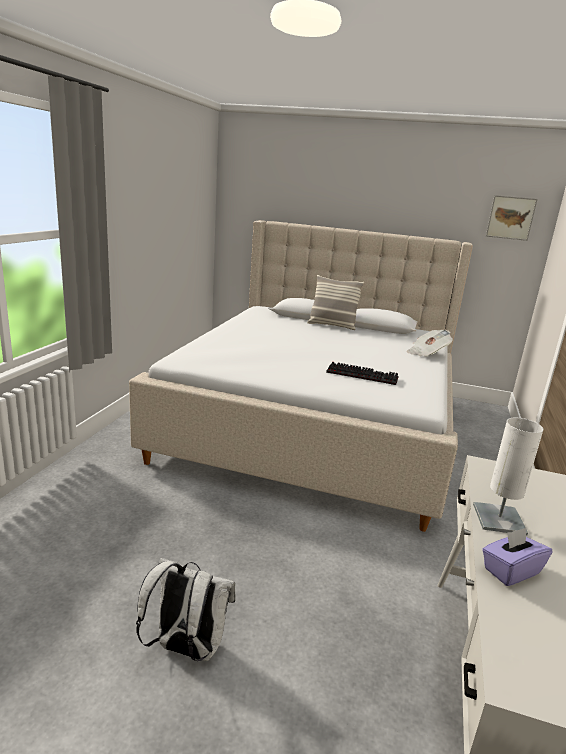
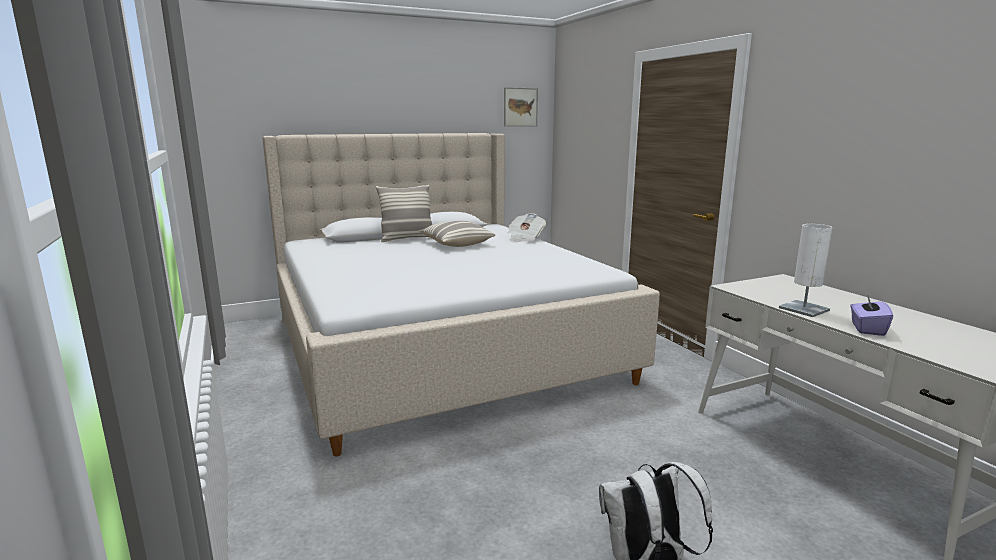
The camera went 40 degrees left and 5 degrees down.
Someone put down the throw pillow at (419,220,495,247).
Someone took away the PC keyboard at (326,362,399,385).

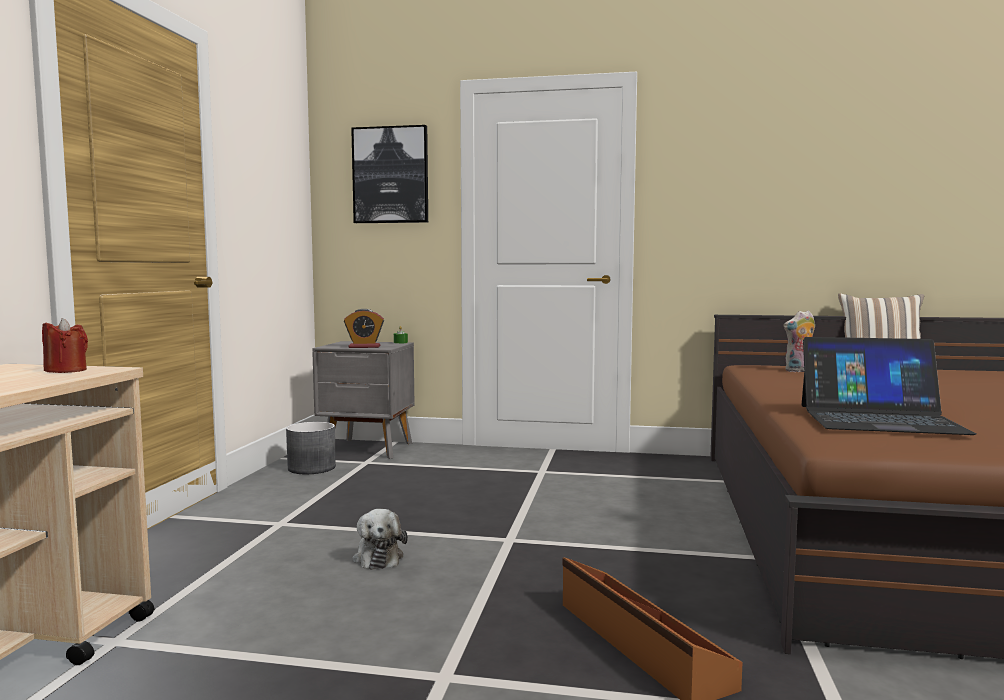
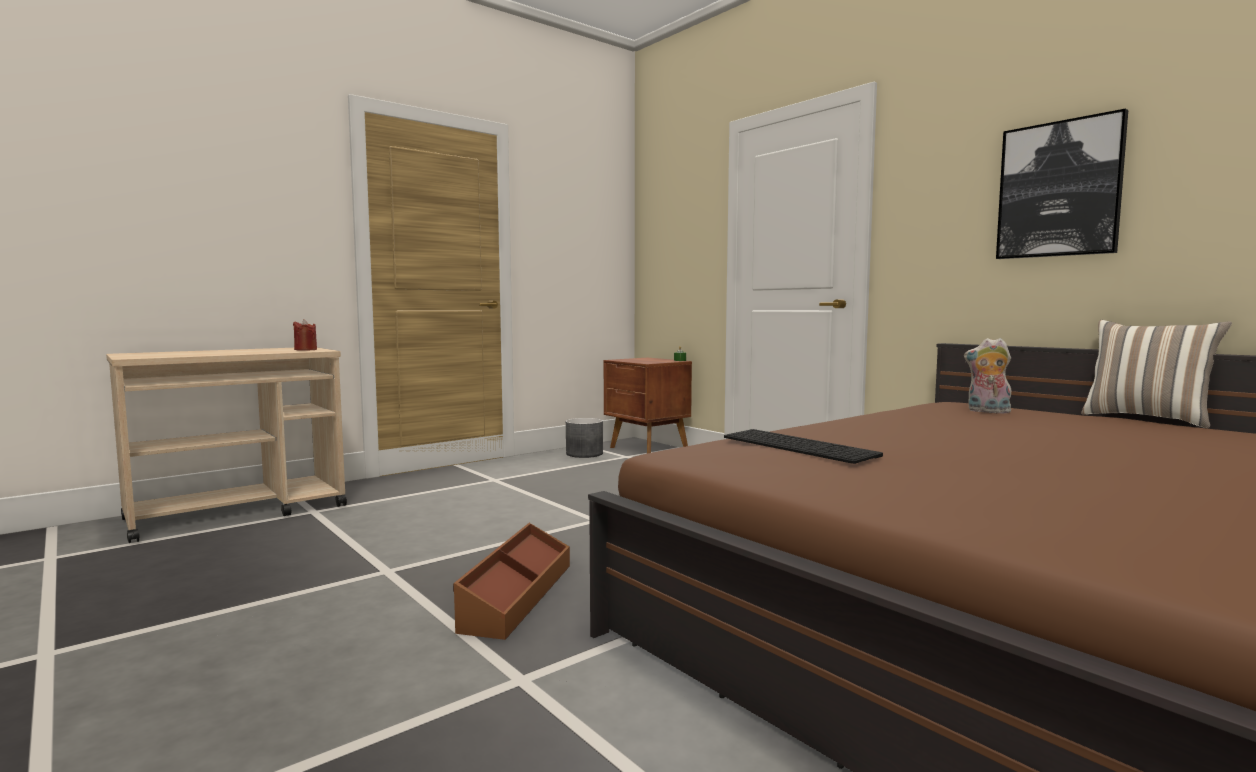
The camera went 40 degrees right and 0 degrees up.
Someone repainted the nightstand (greyish) at (312,341,415,459), which became the nightstand (brown-coloured) at (604,358,692,454).
Someone swapped the laptop at (802,337,977,435) for the PC keyboard at (724,429,883,464).
Someone carried the wall art from (351,125,428,223) to (996,109,1128,259).
Someone took away the table clock at (344,309,384,348).
Someone took away the cuddly toy at (352,509,408,570).

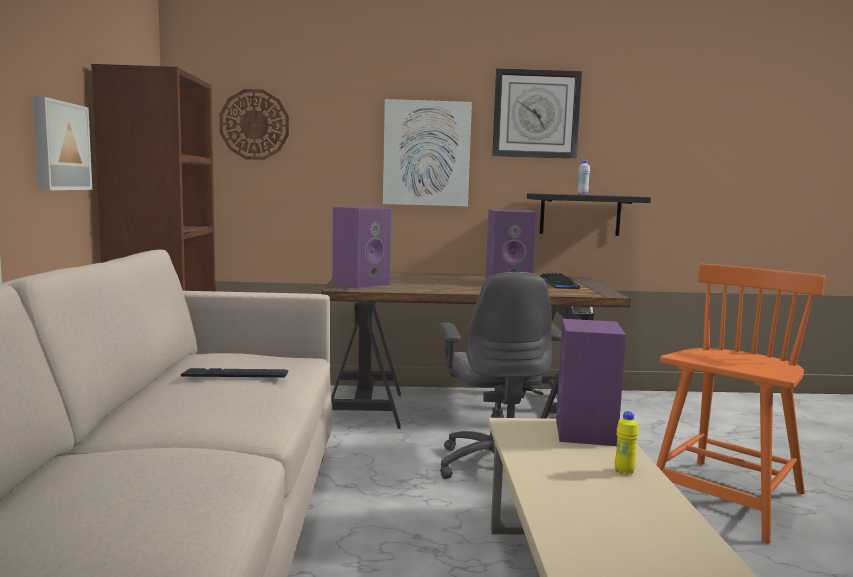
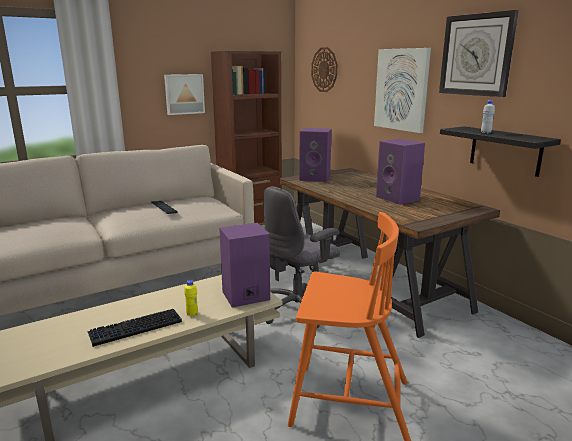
The camera went 60 degrees right and 10 degrees up.
Someone carried the PC keyboard from (539,273,580,289) to (87,309,182,347).

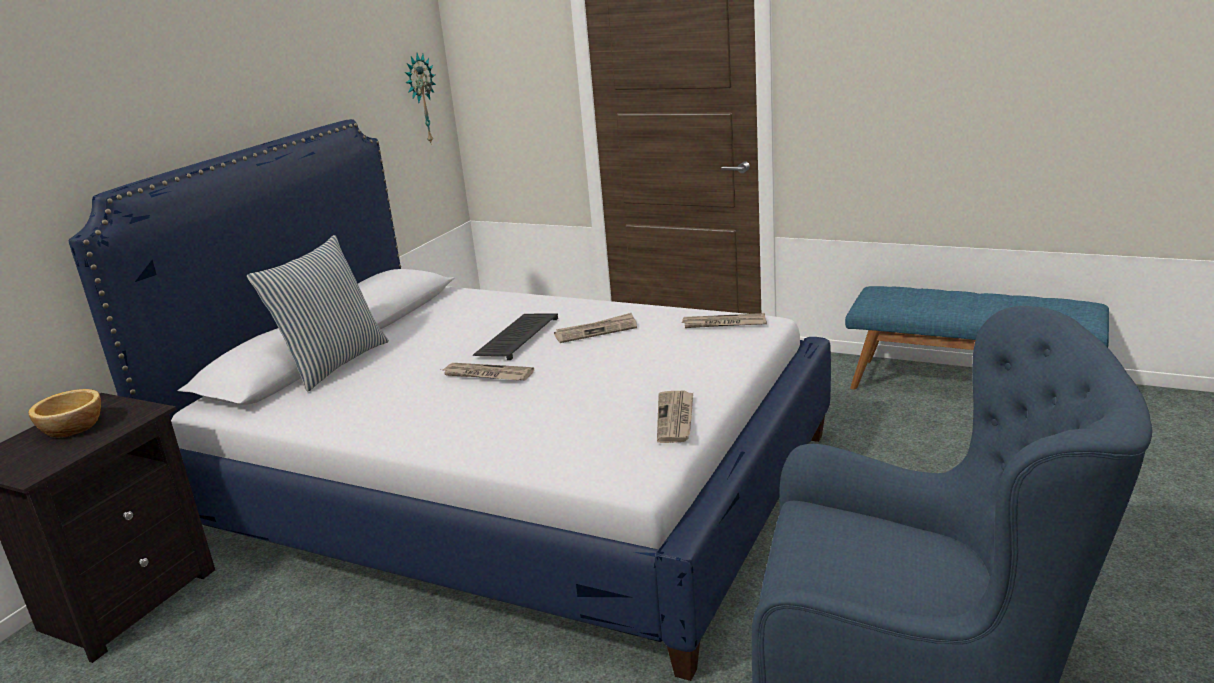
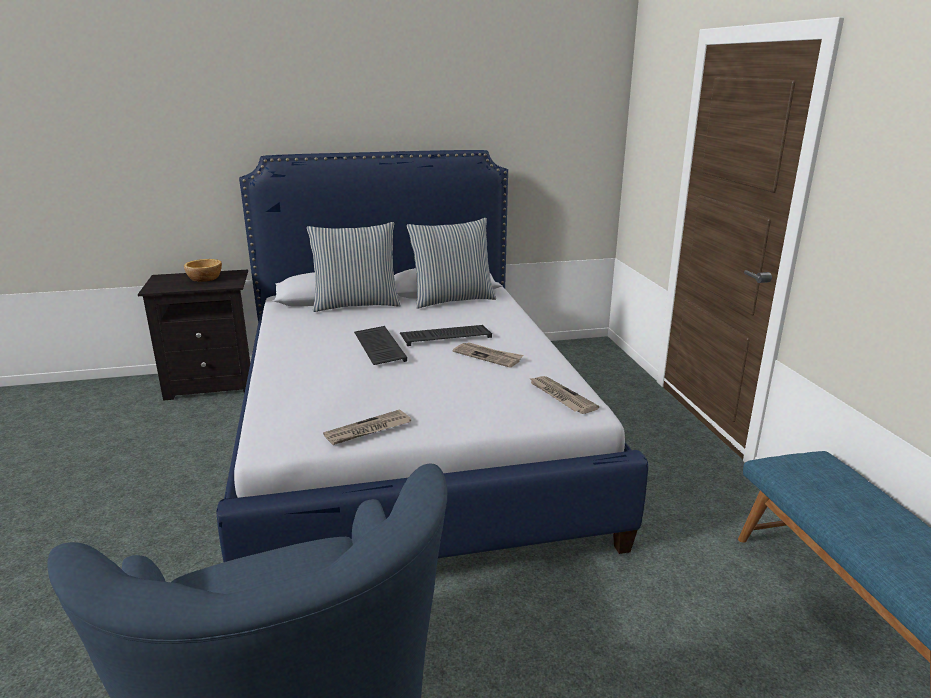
The camera went 50 degrees right and 0 degrees up.
Someone swapped the newspaper at (443,363,534,380) for the PC keyboard at (354,326,407,365).
Someone put down the throw pillow at (407,218,496,309).
Someone took away the clock on the wall at (405,53,436,145).

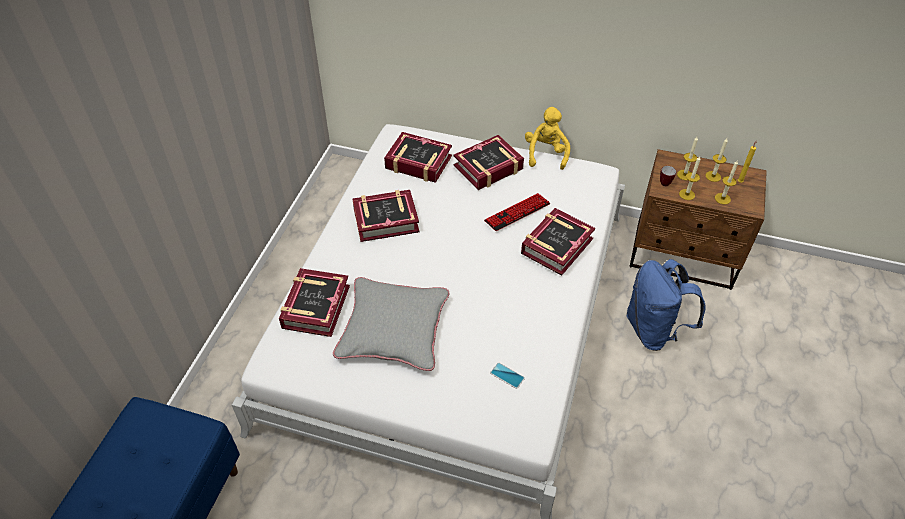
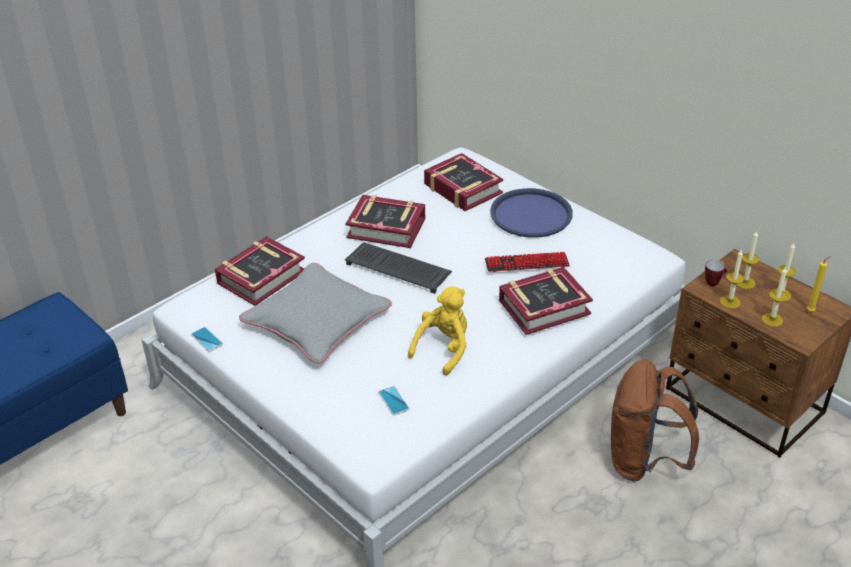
The camera went 30 degrees right and 10 degrees down.
Someone put down the phone at (191,327,223,352).
Someone put down the PC keyboard at (345,242,452,294).
Someone carried the cuddly toy (yellow) from (525,107,570,170) to (408,286,467,376).
Someone swapped the bound book at (453,135,524,190) for the tray (blue) at (490,188,573,238).
Someone repainted the rucksack (blue) at (626,259,706,351), which became the rucksack (brown-coloured) at (611,359,699,481).

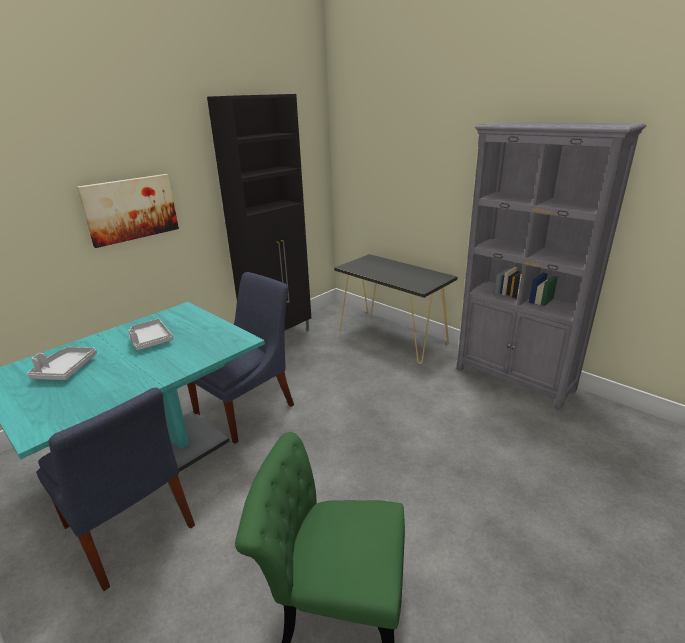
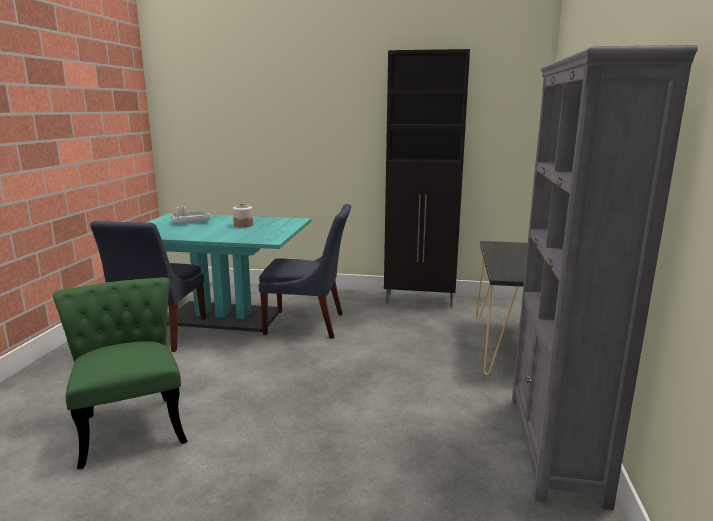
The camera went 55 degrees right and 10 degrees down.
Someone swapped the tray (greyish) at (128,319,173,350) for the jar at (233,204,253,227).
Someone took away the wall art at (77,174,179,248).

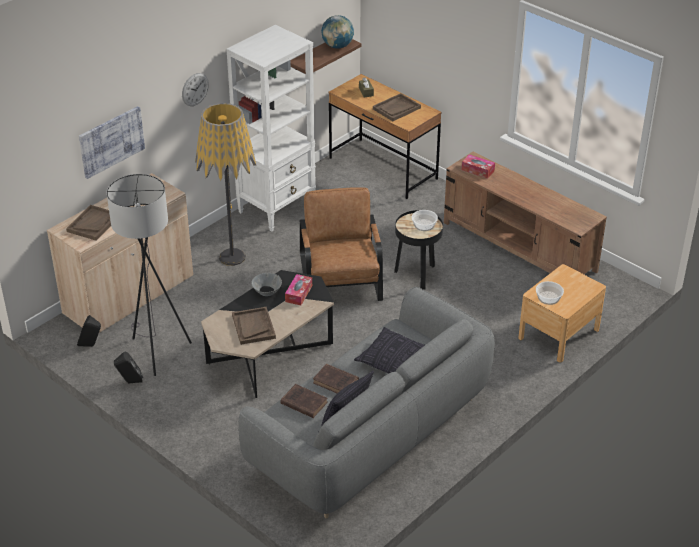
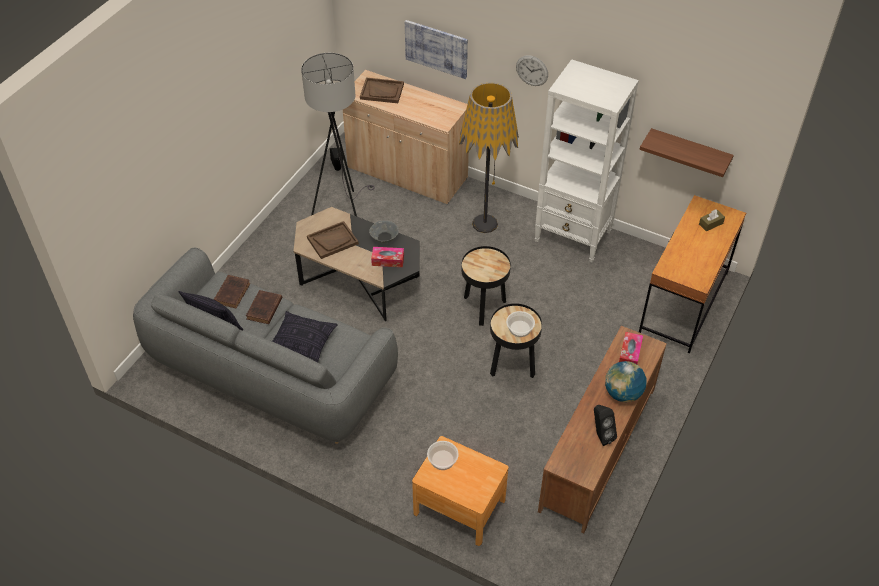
The camera went 75 degrees right and 10 degrees up.
Someone swapped the easy chair (brown-coloured) at (300,187,383,301) for the side table (black-coloured) at (461,246,511,326).
Someone carried the loudspeaker (black-coloured) from (114,352,143,383) to (594,405,617,446).
Someone carried the world globe from (321,15,354,48) to (605,361,646,402).
Someone took away the tray (brown-coloured) at (373,93,421,121).

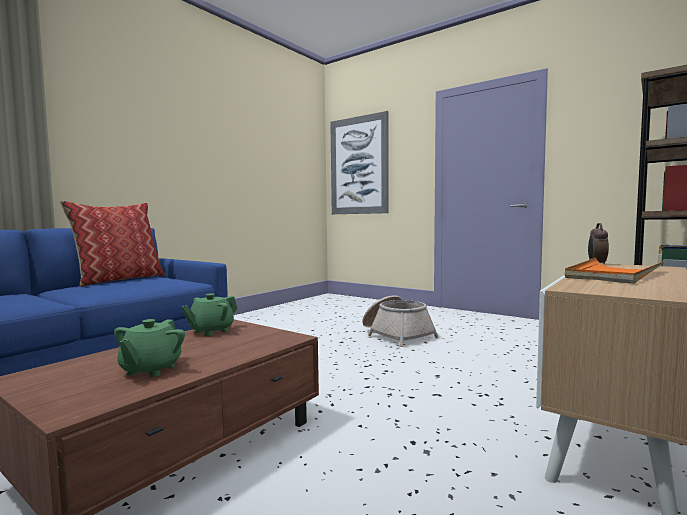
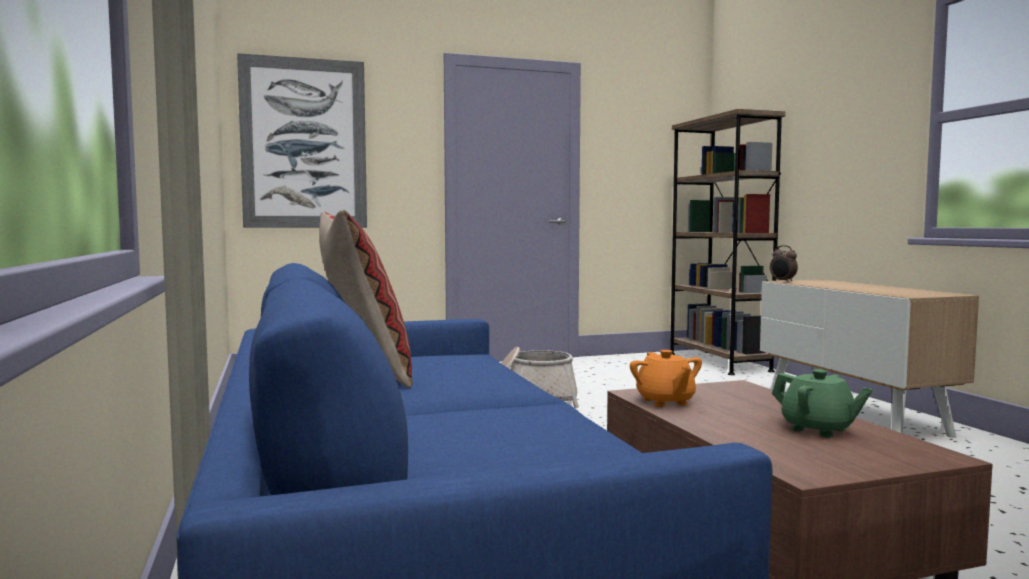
The camera went 55 degrees left and 0 degrees up.
Someone repainted the teapot (green) at (181,293,237,336), which became the teapot (orangey) at (630,350,702,407).
Someone took away the tray (orangey) at (565,258,664,284).

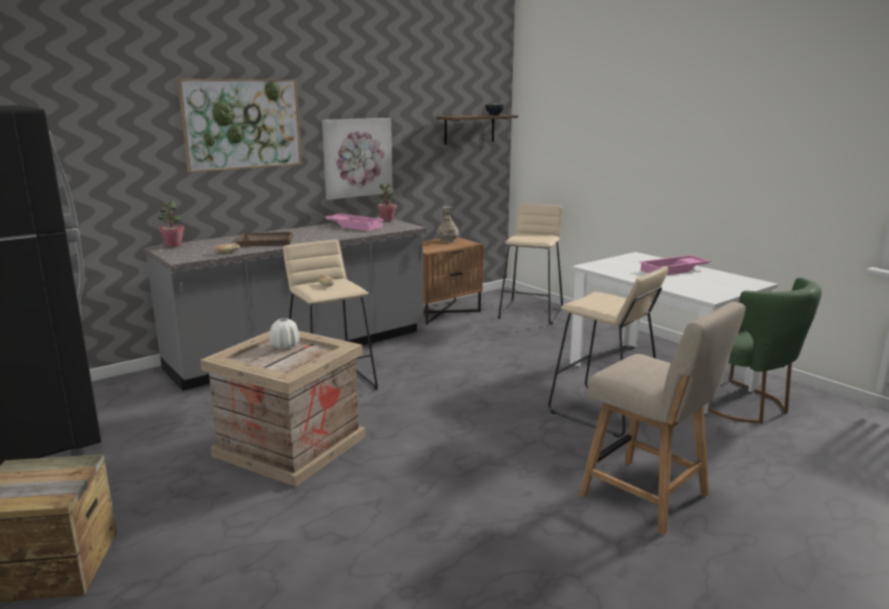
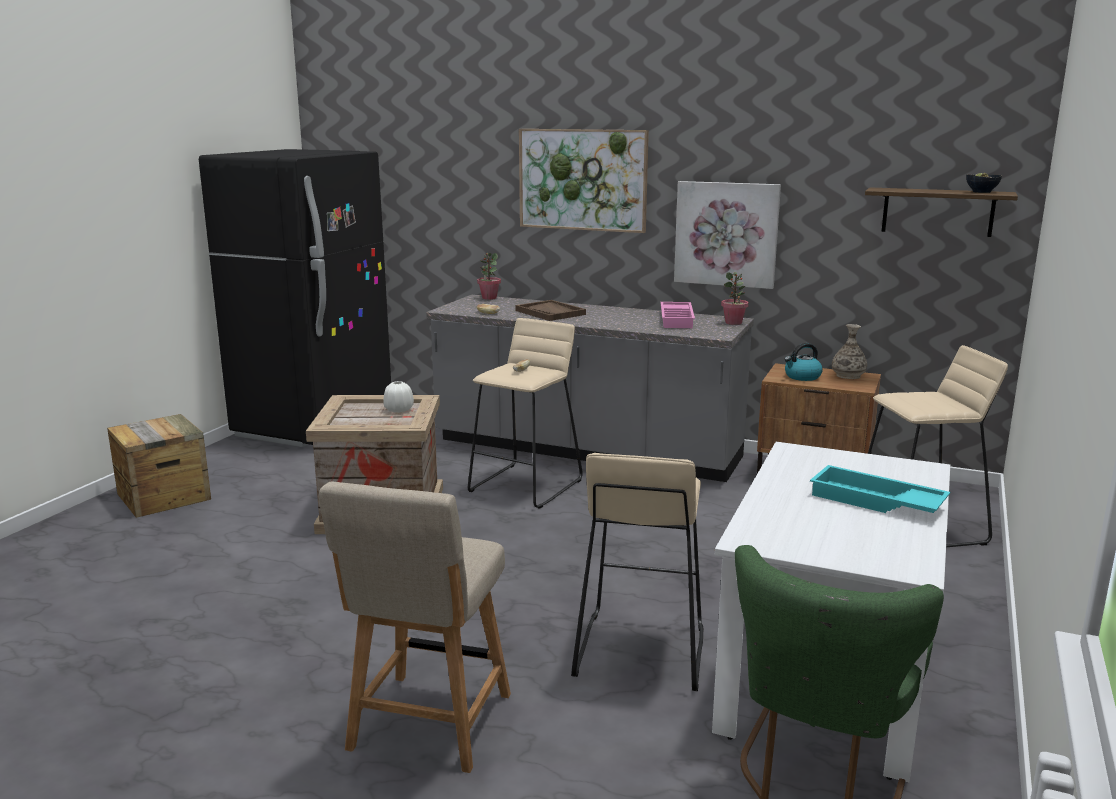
The camera went 60 degrees right and 0 degrees up.
Someone put down the tea kettle at (784,343,823,381).
Someone repainted the tray (pink-coloured) at (639,255,711,275), which became the tray (turquoise-coloured) at (810,465,950,513).

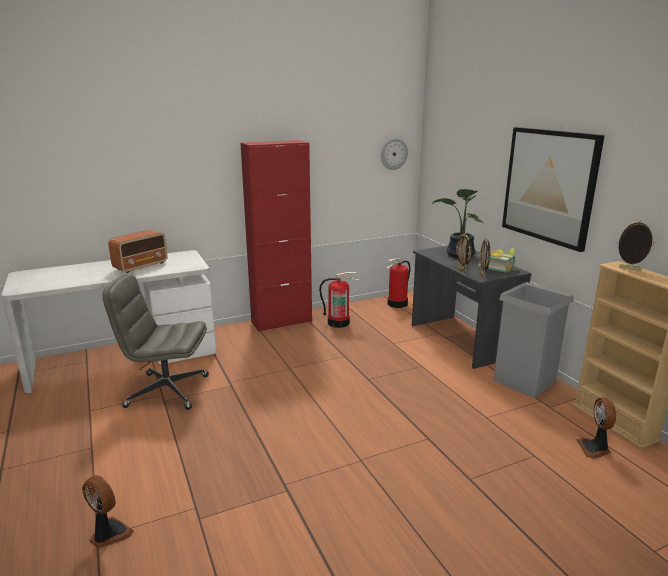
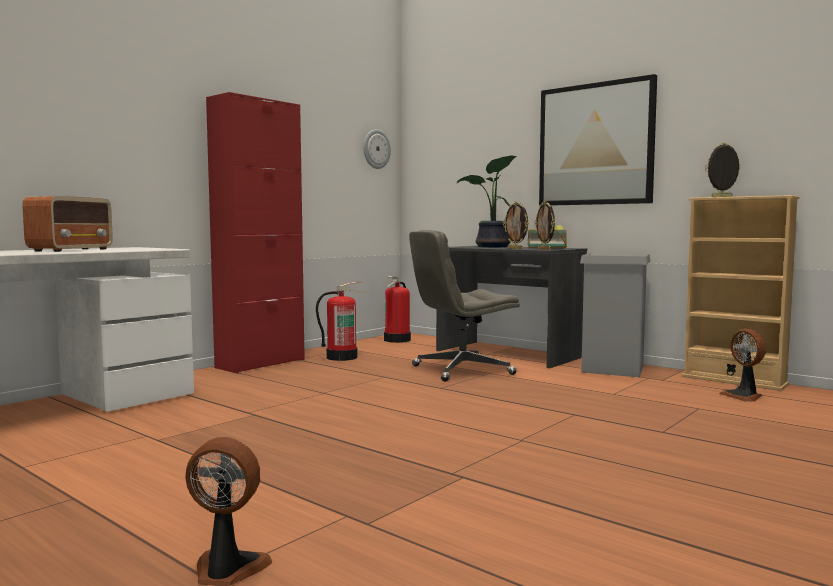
The camera went 25 degrees left and 15 degrees down.
Someone carried the computer chair (greyish) from (102,274,209,410) to (409,230,520,381).

